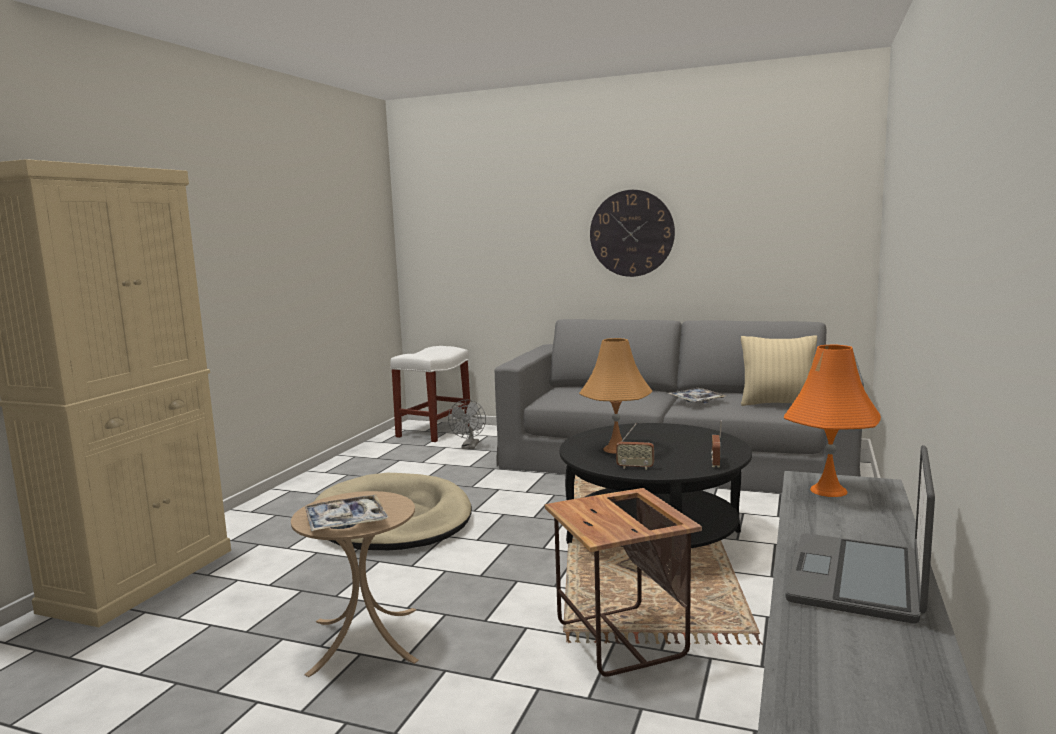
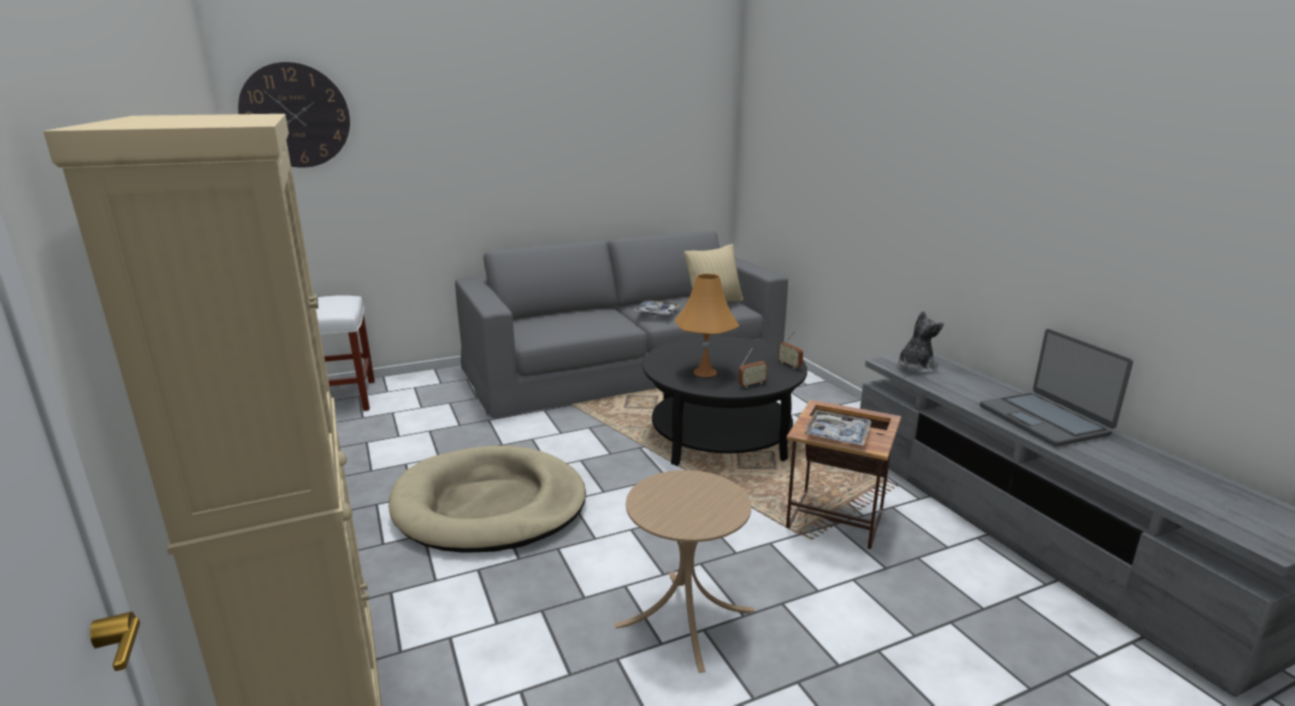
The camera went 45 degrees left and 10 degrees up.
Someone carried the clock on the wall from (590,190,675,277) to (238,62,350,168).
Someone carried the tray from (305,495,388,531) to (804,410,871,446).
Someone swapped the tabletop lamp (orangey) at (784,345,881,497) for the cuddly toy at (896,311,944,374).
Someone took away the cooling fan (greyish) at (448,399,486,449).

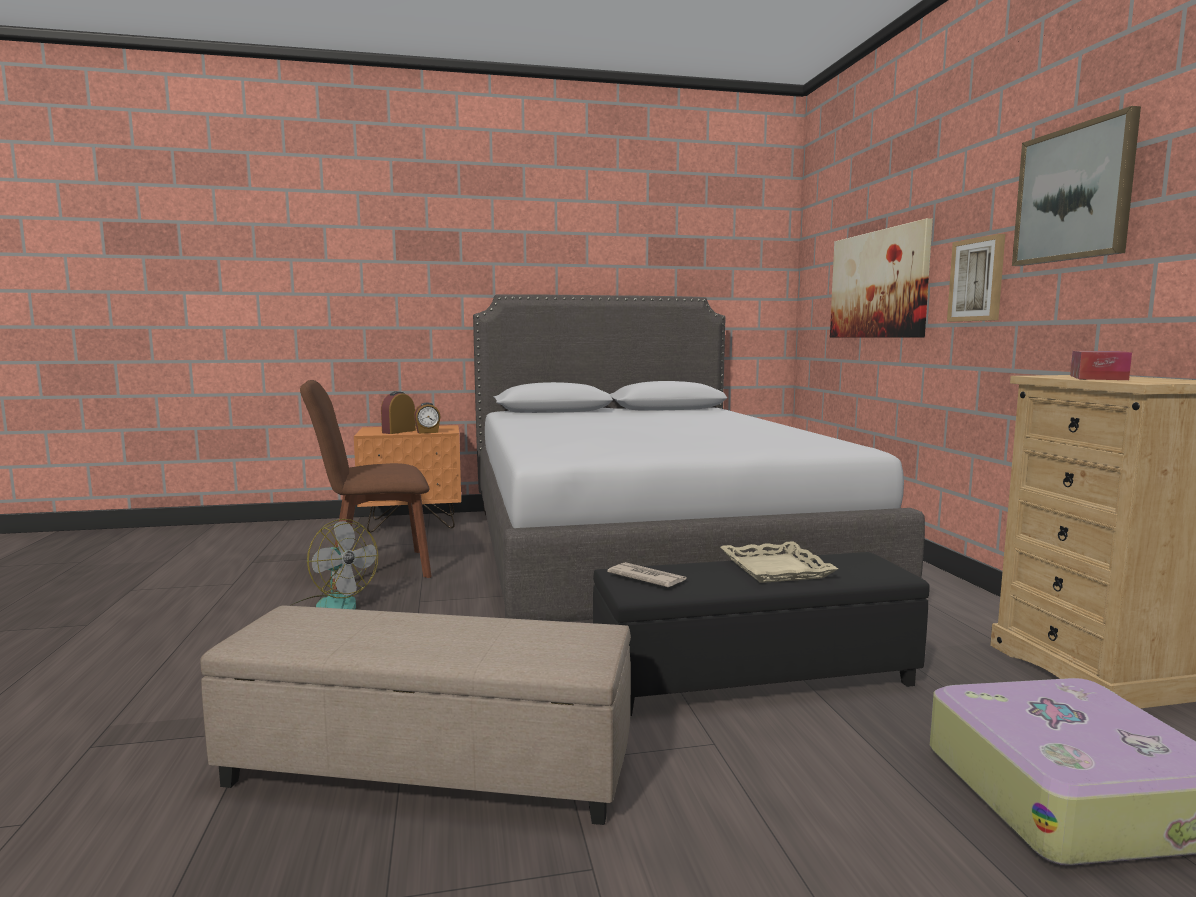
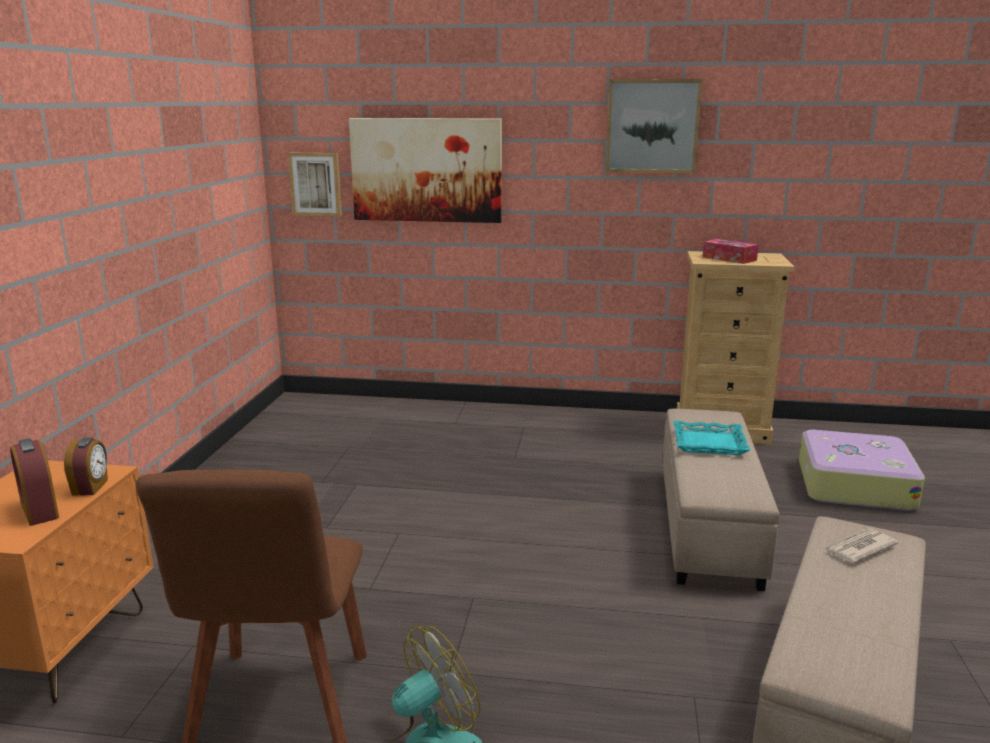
The camera went 70 degrees left and 10 degrees up.
Someone carried the wall art from (947,234,1005,322) to (288,153,342,216).
Someone repainted the pouffe (black-coloured) at (593,552,930,716), which became the pouffe (beige-coloured) at (663,408,780,591).
Someone repainted the tray (beige-coloured) at (720,541,838,583), which became the tray (turquoise-coloured) at (673,421,750,455).
Someone carried the newspaper from (607,562,686,587) to (824,529,898,563).
Someone took away the bedroom bed (greyish) at (473,294,925,622).

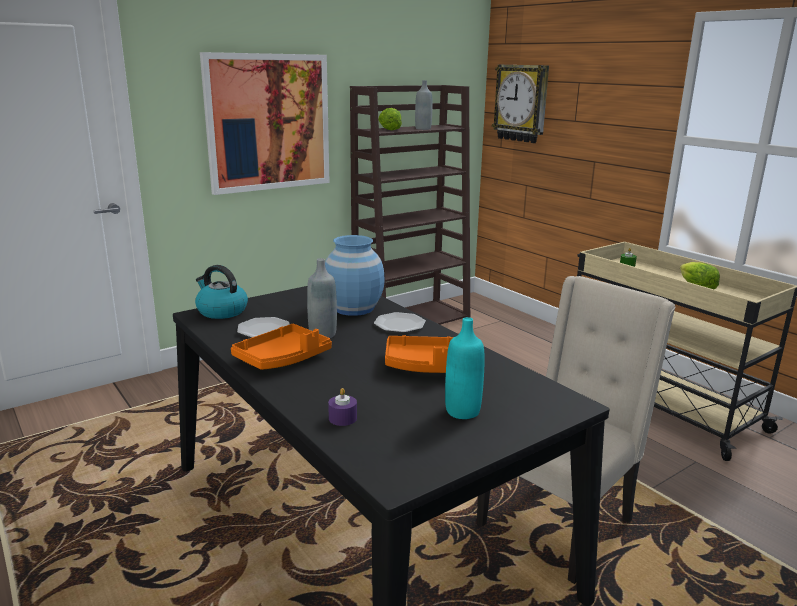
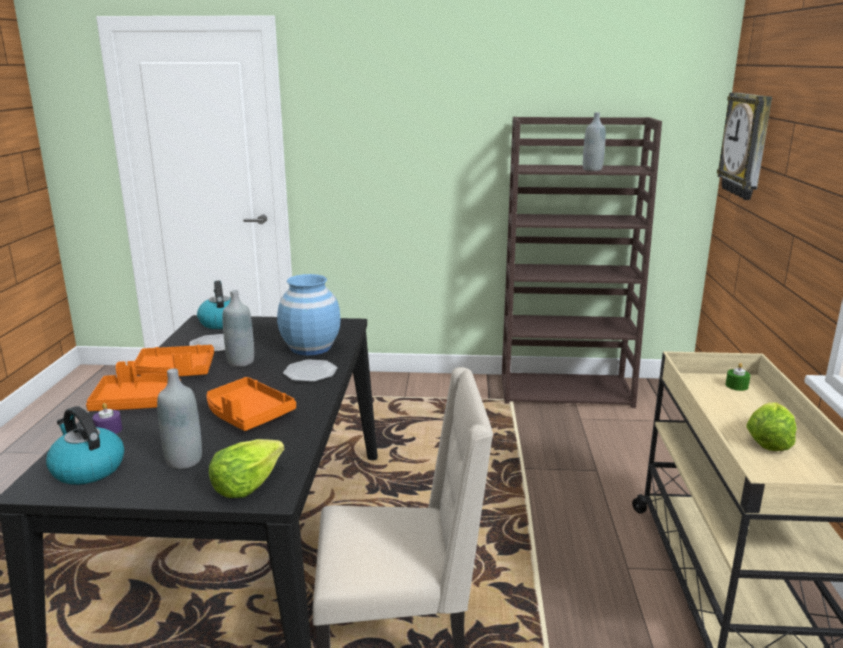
The camera went 40 degrees right and 0 degrees up.
Someone put down the tea kettle at (46,406,124,485).
Someone put down the tray (orangey) at (86,361,181,411).
Someone repainted the drink bottle (turquoise-coloured) at (445,317,485,419), which became the drink bottle (greyish) at (157,368,202,469).
Someone carried the head of lettuce from (378,108,402,130) to (209,439,284,498).
Someone took away the wall art at (200,52,330,195).

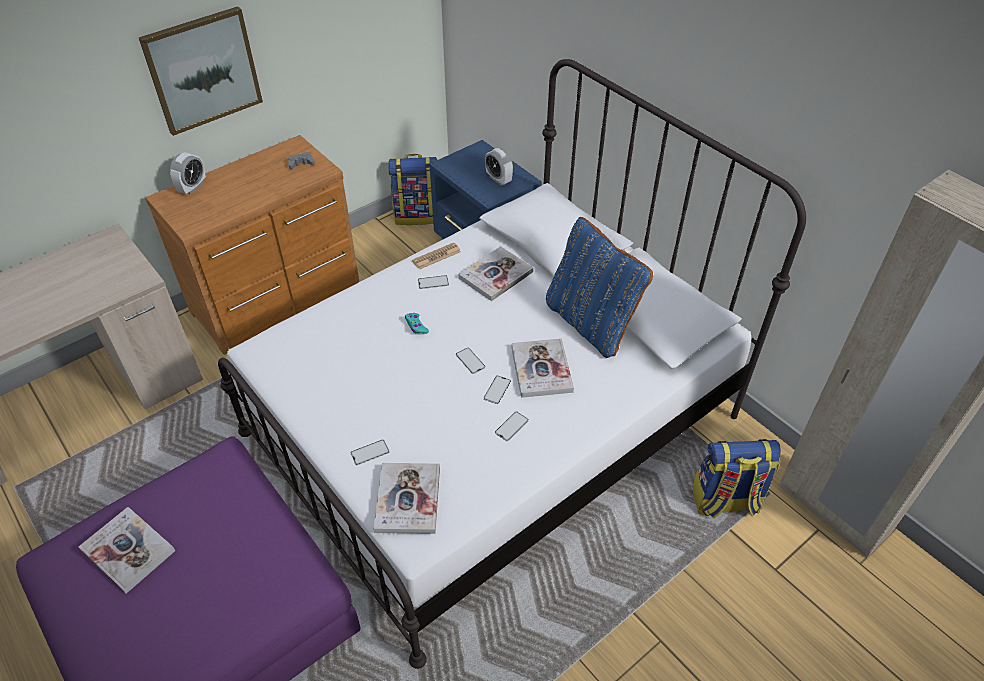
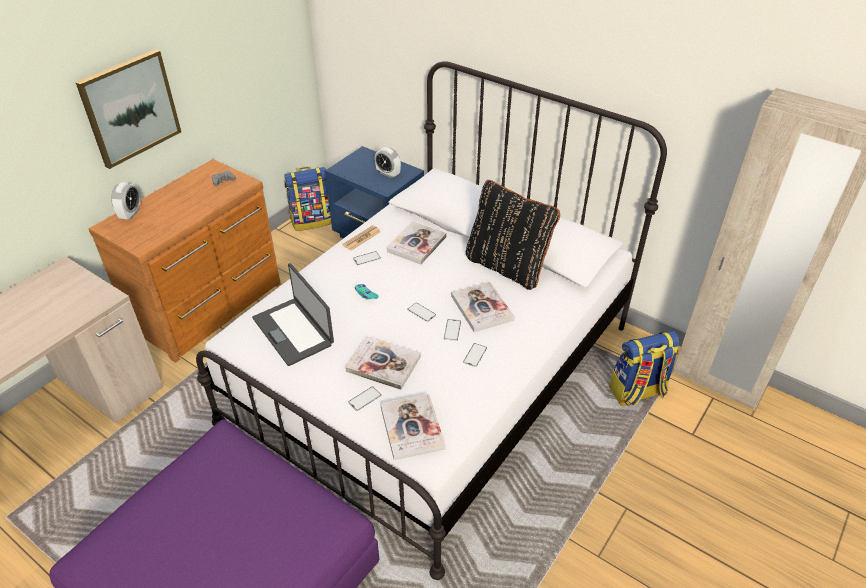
The camera went 15 degrees left and 5 degrees down.
Someone put down the laptop at (252,263,334,366).
Someone carried the bound book from (79,507,175,594) to (345,336,421,390).
Someone repainted the throw pillow (blue) at (546,217,653,358), which became the throw pillow (black-coloured) at (466,180,560,290).

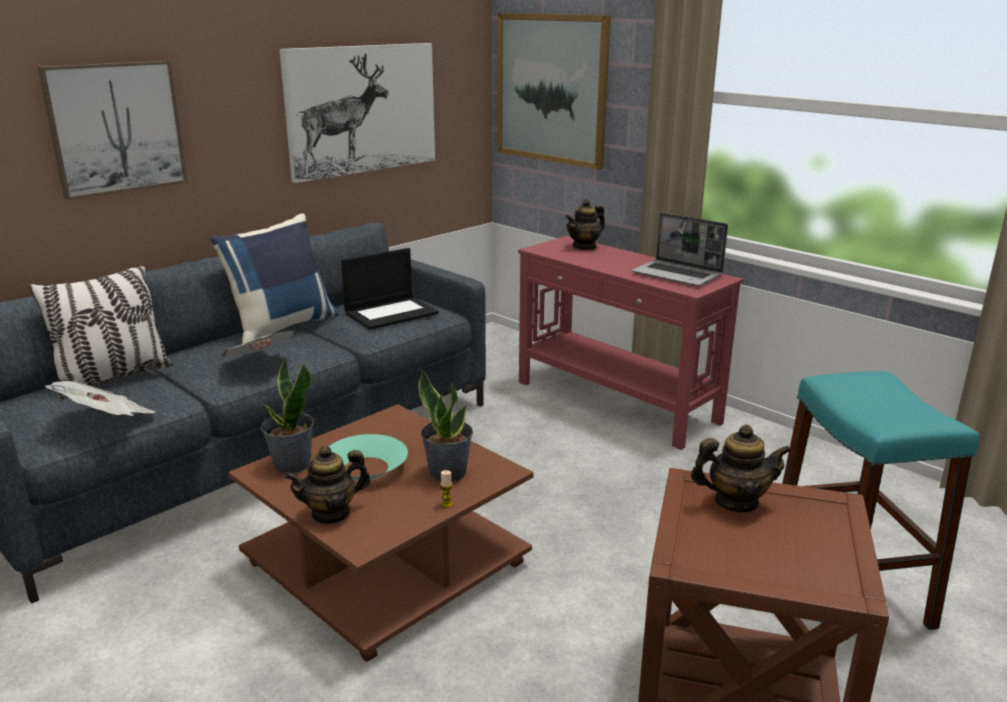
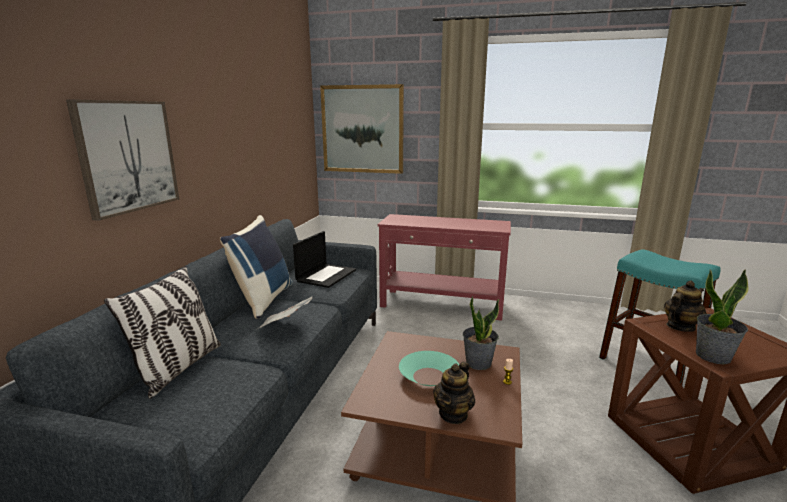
The camera went 30 degrees left and 5 degrees down.
Someone carried the houseplant from (261,357,314,473) to (696,269,749,364).
Someone took away the newspaper at (45,381,156,416).
Someone took away the wall art at (279,43,435,183).
Someone took away the teapot at (566,199,605,250).
Someone took away the laptop at (632,213,728,287).

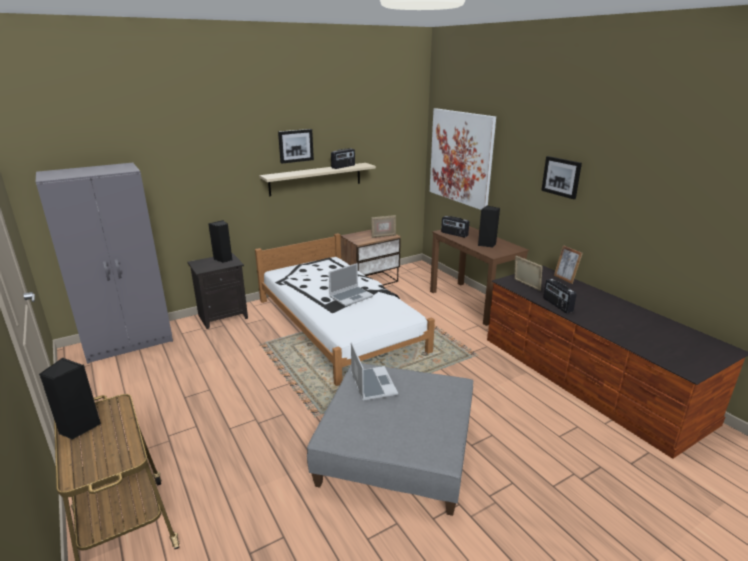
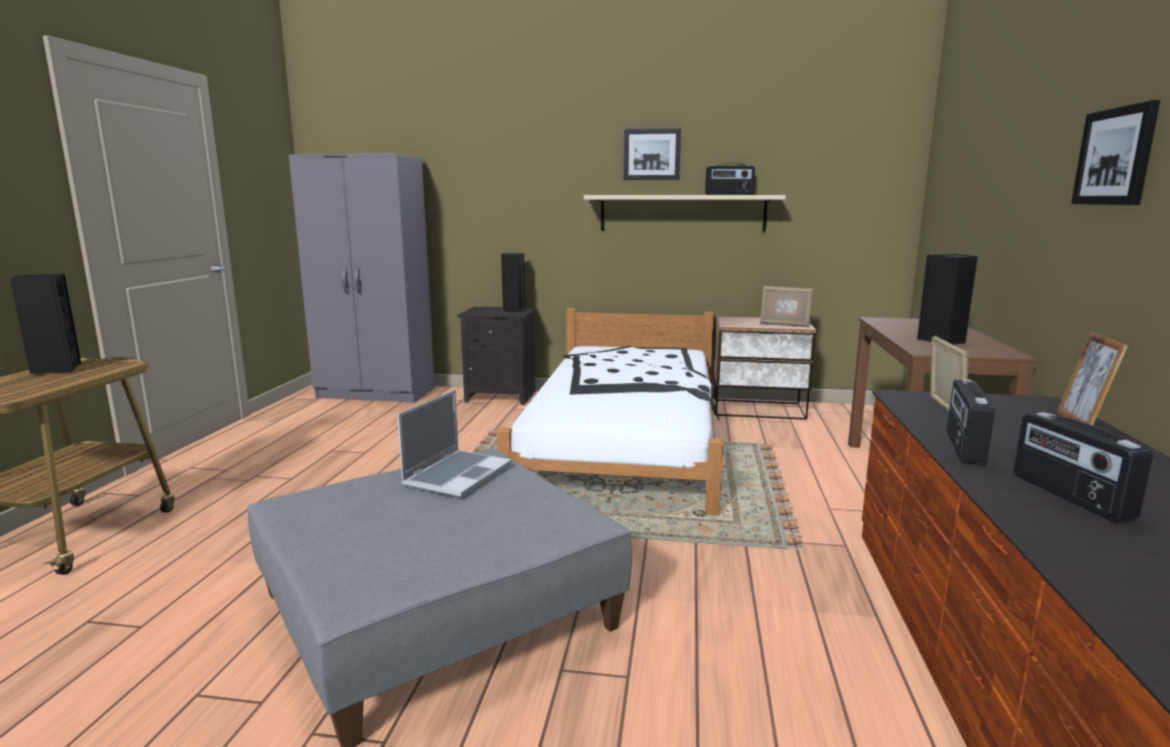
The camera went 40 degrees right and 10 degrees down.
Someone carried the radio from (441,216,469,238) to (1014,412,1153,522).
Someone took away the laptop at (329,263,374,306).
Someone took away the wall art at (430,108,496,210).

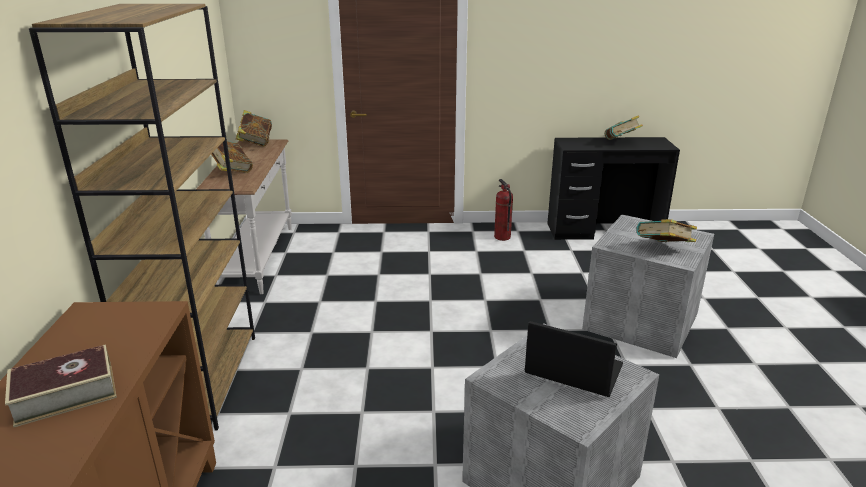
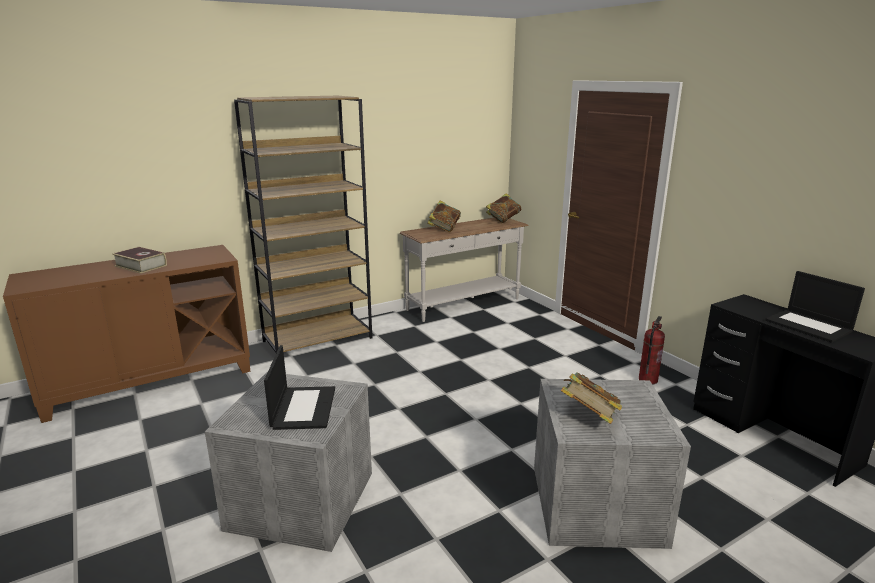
The camera went 60 degrees right and 5 degrees down.
Someone swapped the bound book at (605,115,643,140) for the laptop at (765,271,865,343).

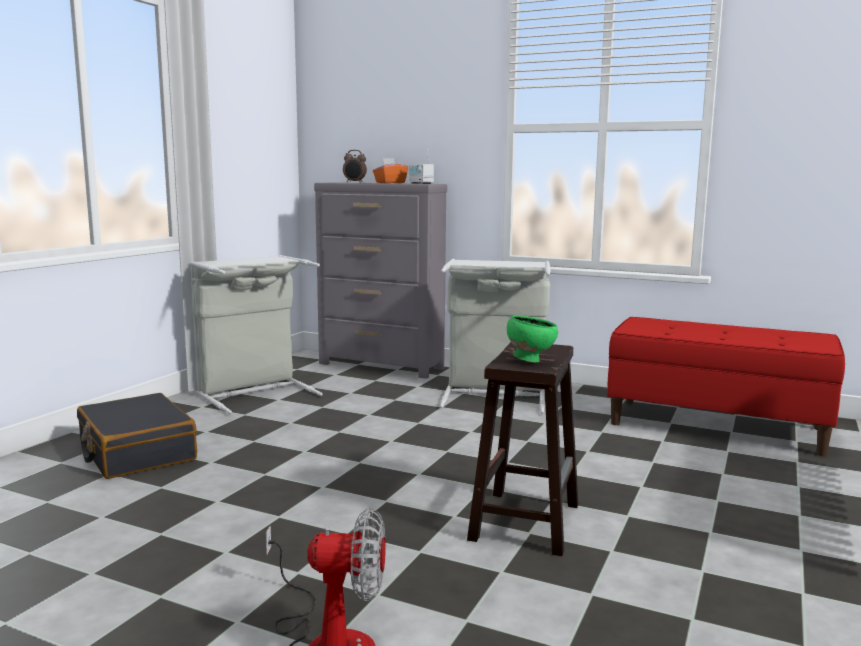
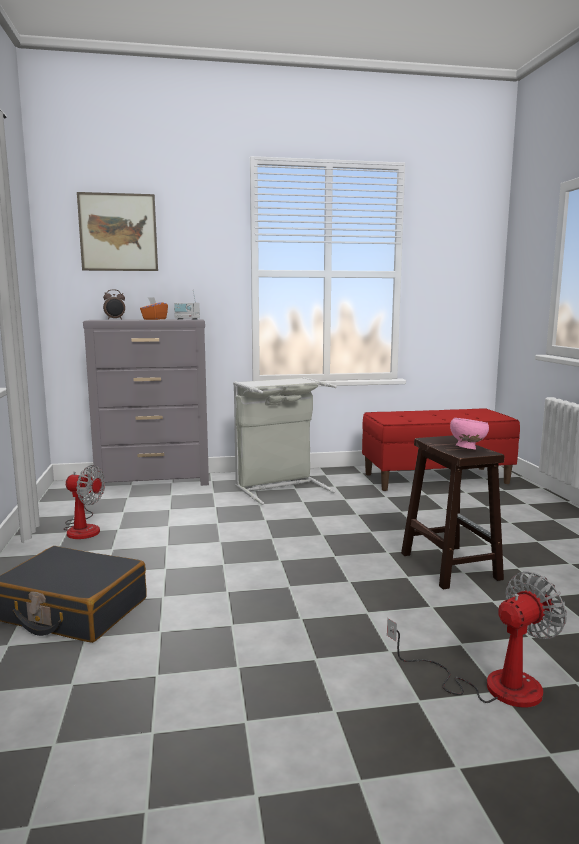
The camera went 35 degrees left and 0 degrees up.
Someone swapped the hamper (greyish) at (190,255,323,414) for the cooling fan at (63,465,105,539).
Someone put up the wall art at (77,192,158,271).
Someone repainted the serving bowl (green) at (507,315,558,363), which became the serving bowl (pink-coloured) at (450,418,489,450).

